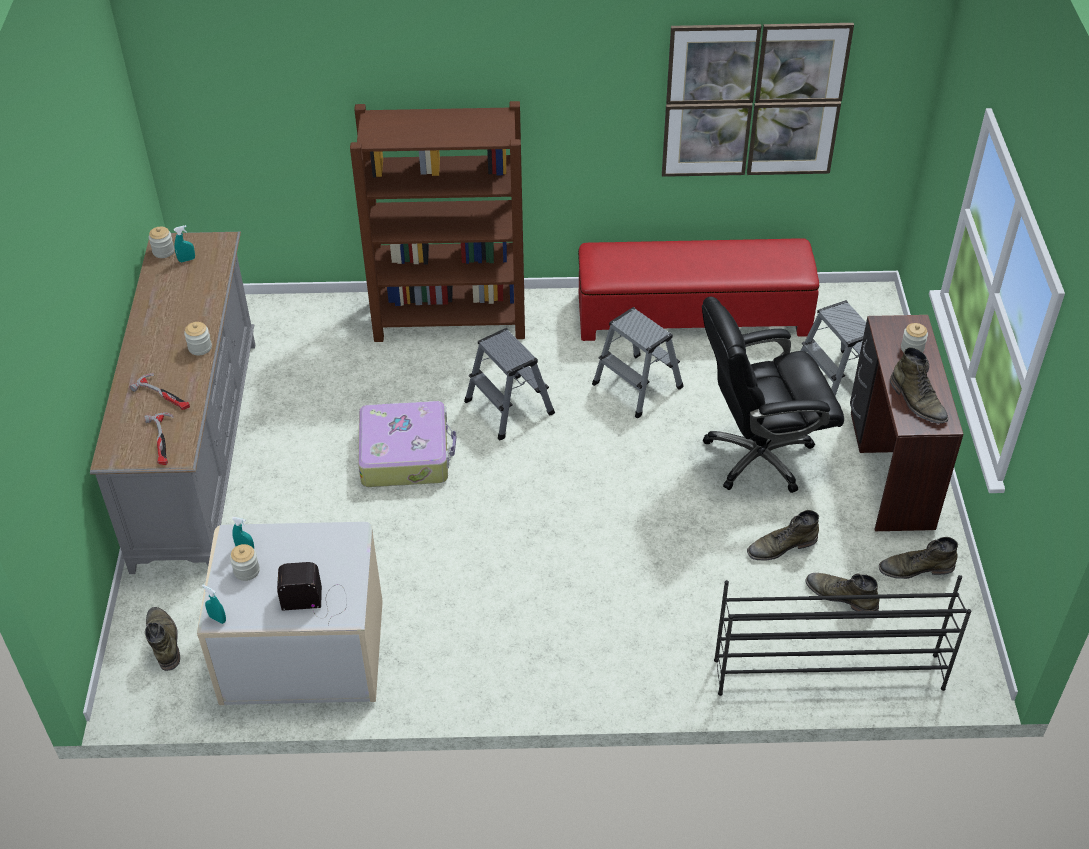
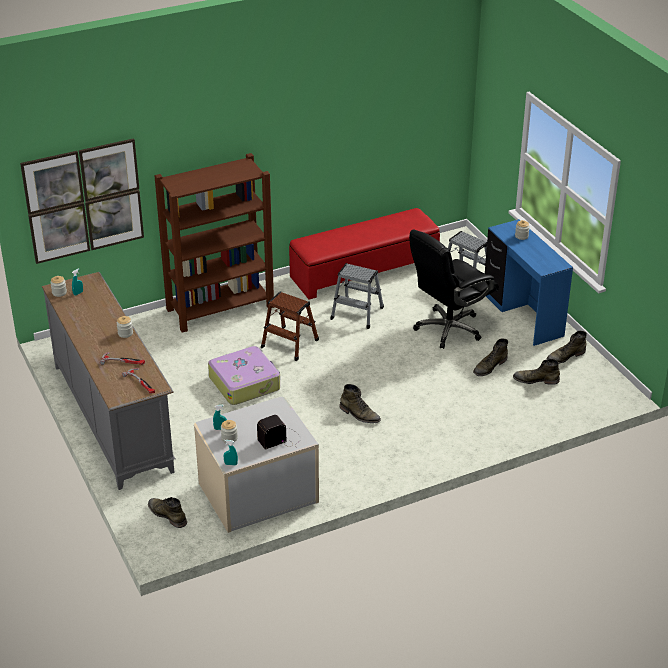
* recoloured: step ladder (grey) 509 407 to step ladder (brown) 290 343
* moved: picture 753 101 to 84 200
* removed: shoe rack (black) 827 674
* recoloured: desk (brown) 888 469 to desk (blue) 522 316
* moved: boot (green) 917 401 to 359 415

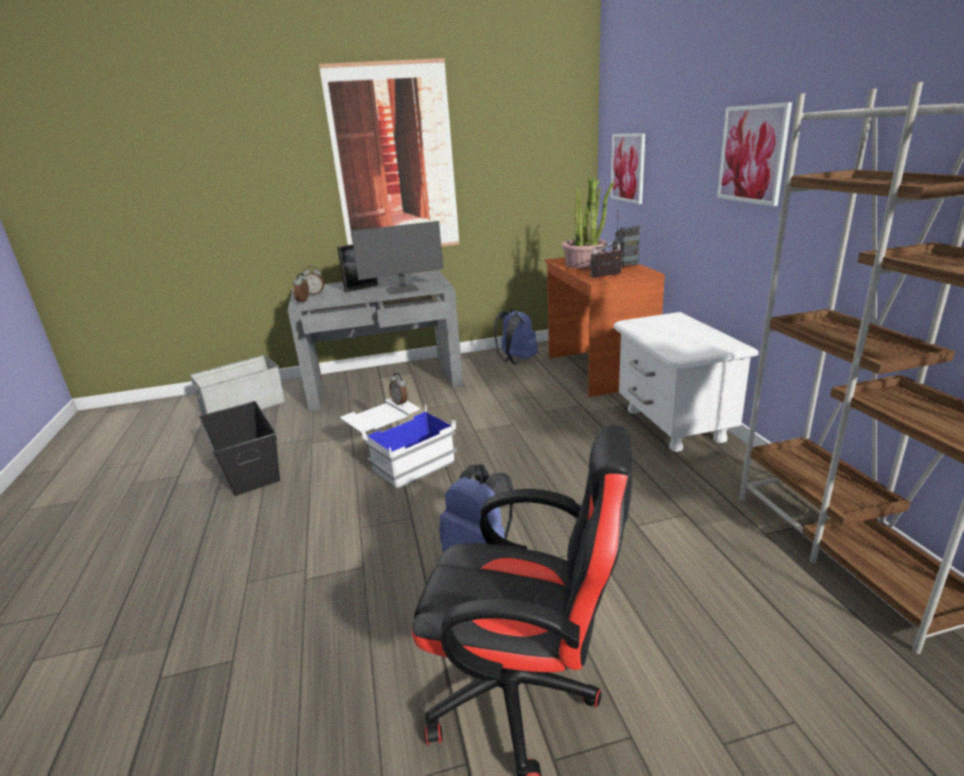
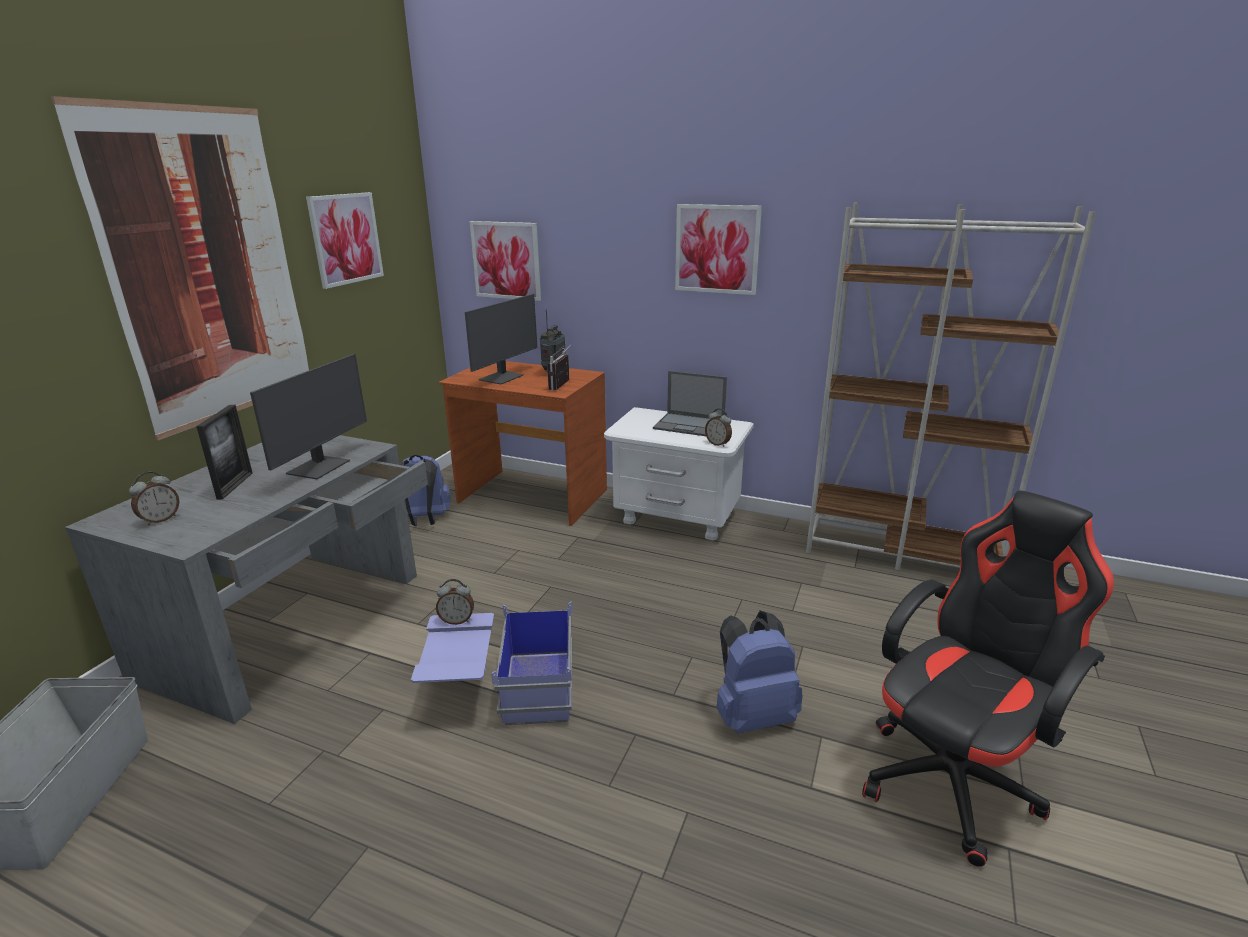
* removed: storage box (black) 248 467
* moved: alarm clock 304 301 to 718 444
* recoloured: storage box (white) 400 457 to storage box (blue) 501 690
* replaced: potted plant 584 264 to monitor 502 377
* added: picture 346 239
* added: laptop 690 425

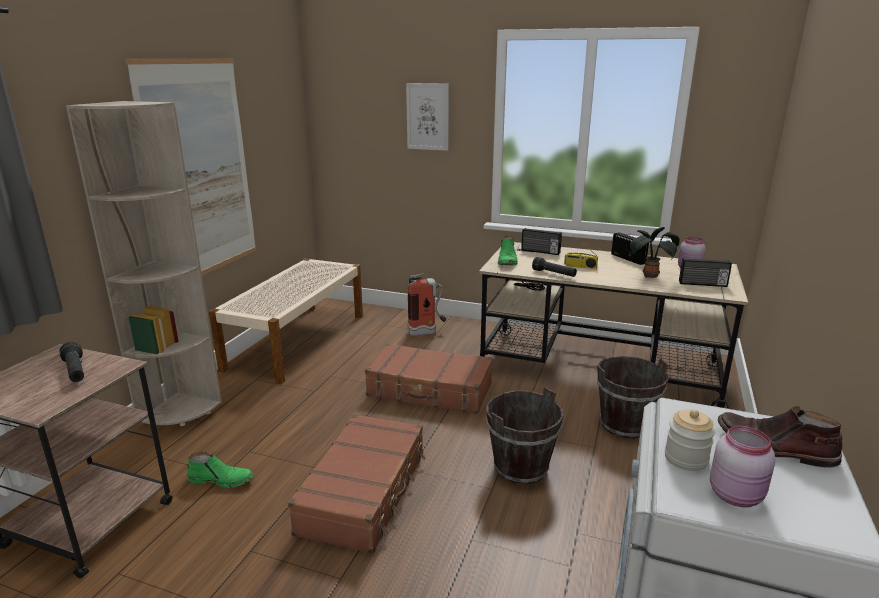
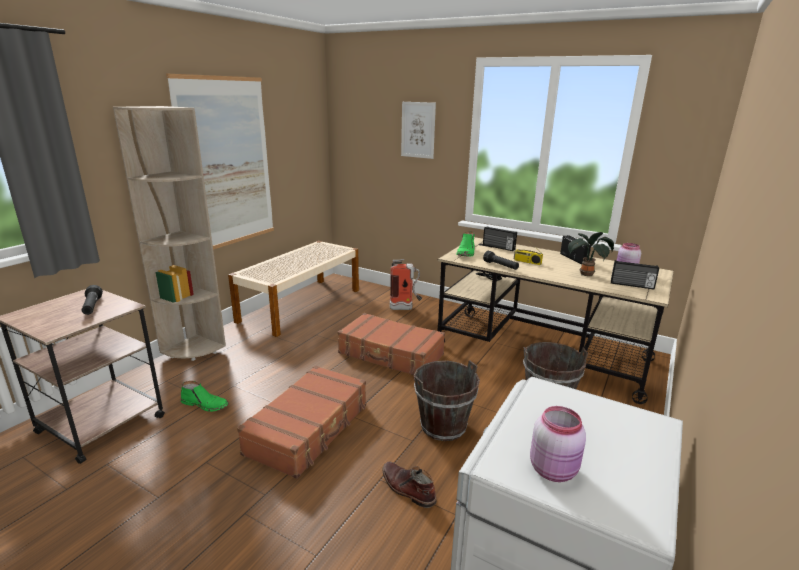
* removed: jar 685 459
* moved: boot (brown) 774 447 to 407 488

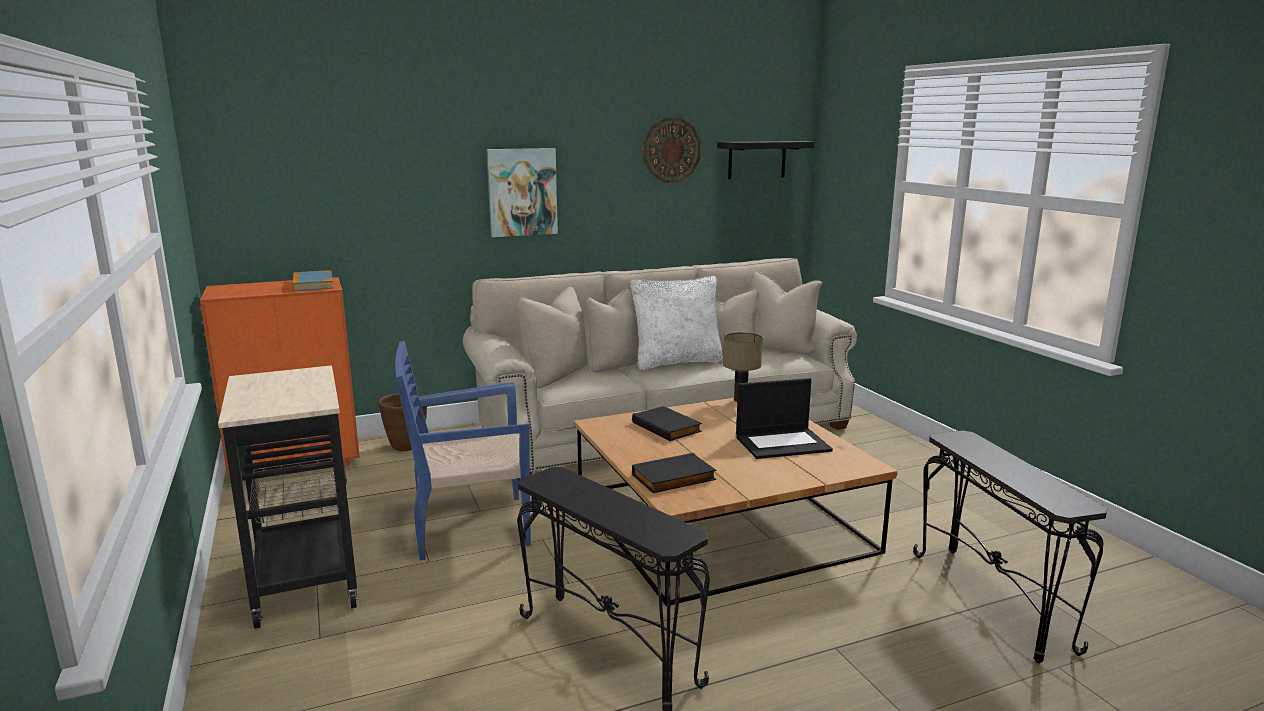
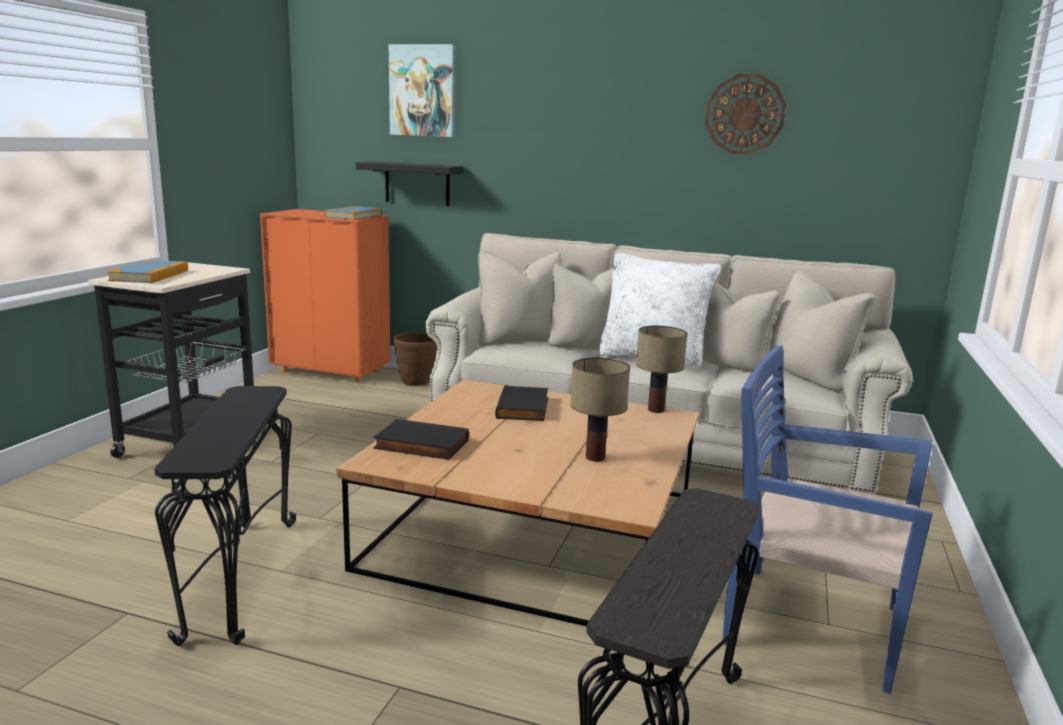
* moved: armchair (blue) 470 526 to 810 623
* moved: picture 522 192 to 423 91
* moved: shelf (black) 757 159 to 417 183
* replaced: laptop 783 443 to table lamp 596 457
* added: book 150 275

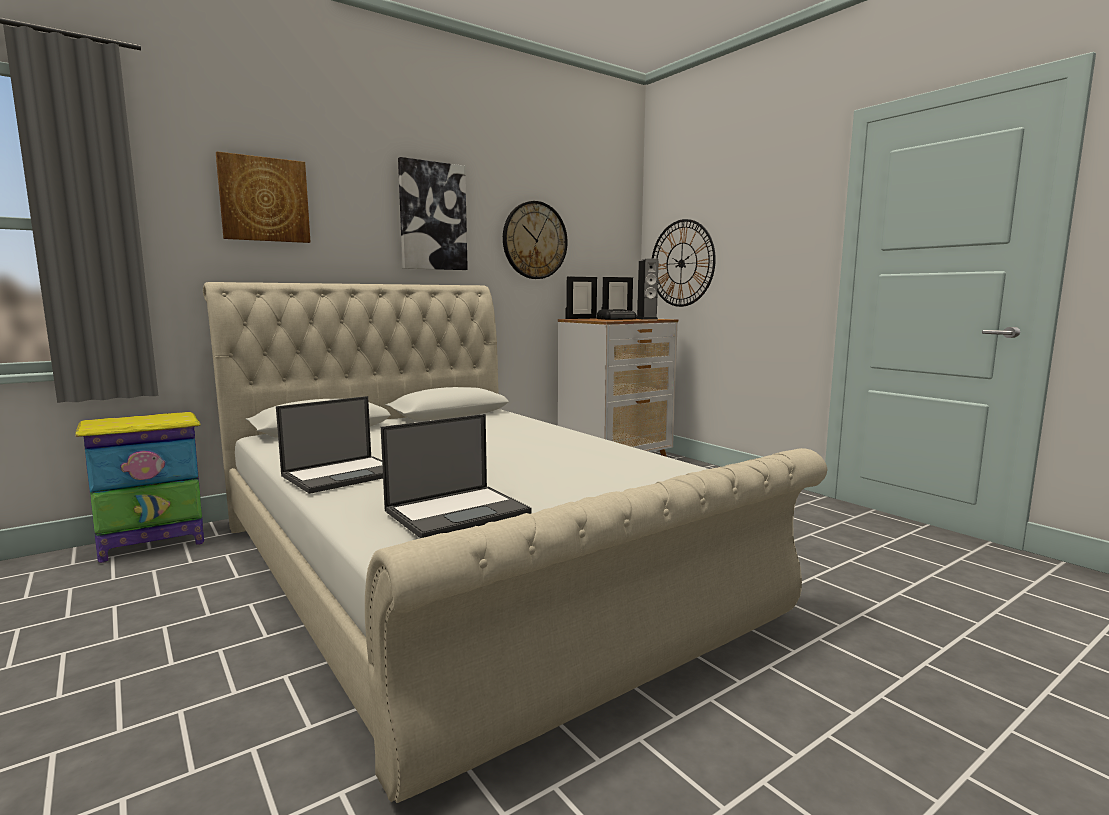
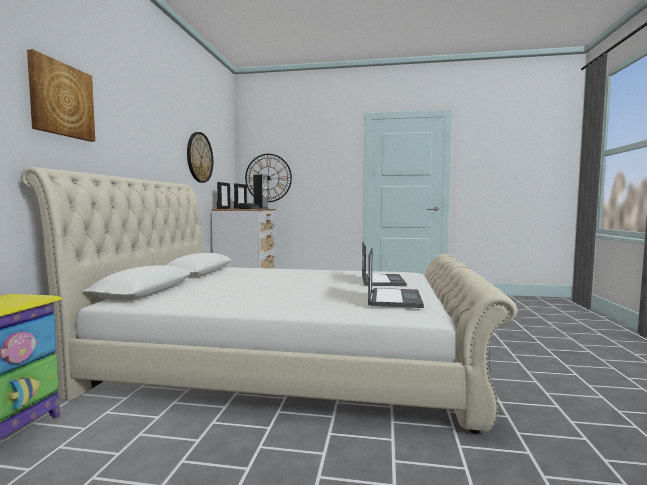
* moved: laptop 343 474 to 382 280
* removed: picture 432 216

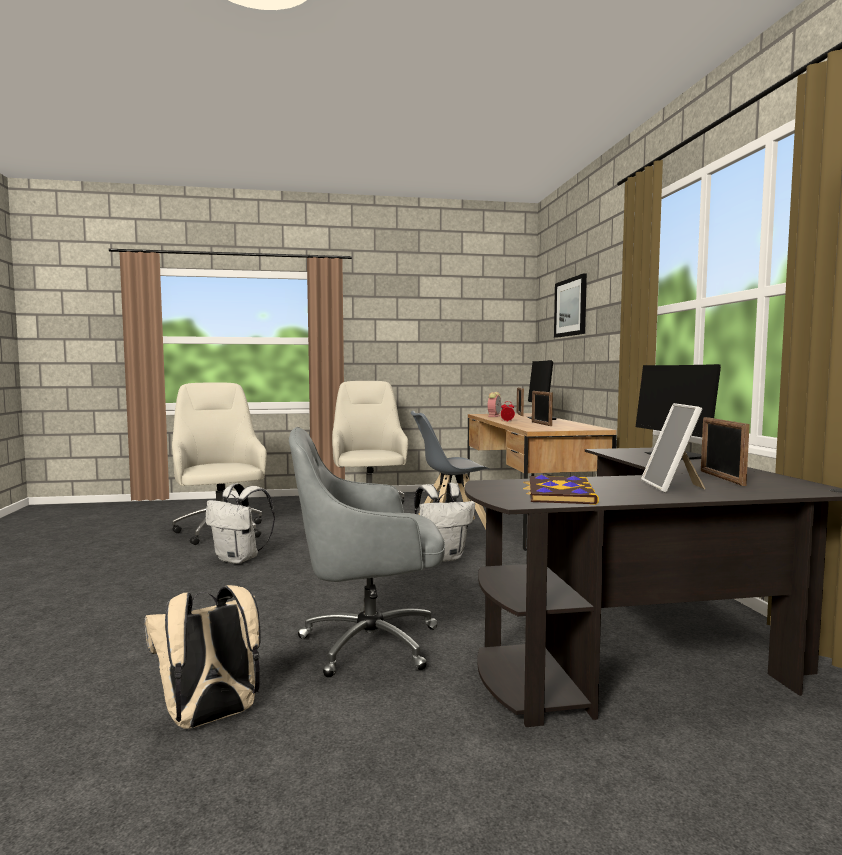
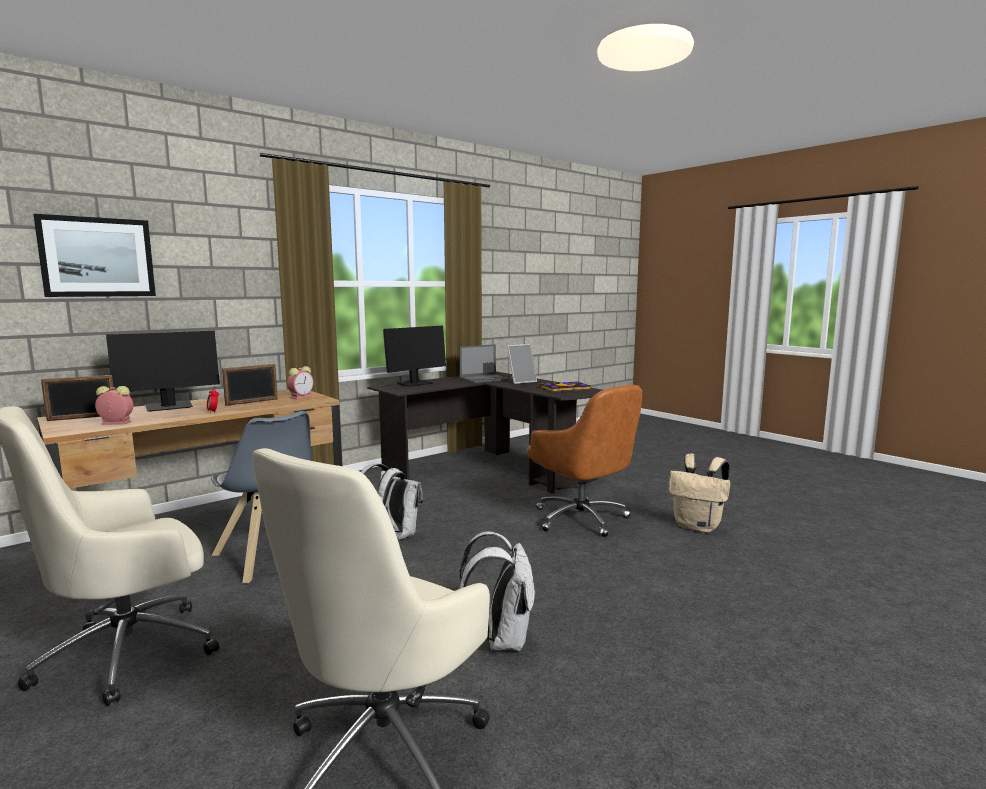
* recoloured: office chair (grey) 369 642 to office chair (brown) 580 518
* replaced: picture frame 721 478 to laptop 485 379
* added: alarm clock 301 397

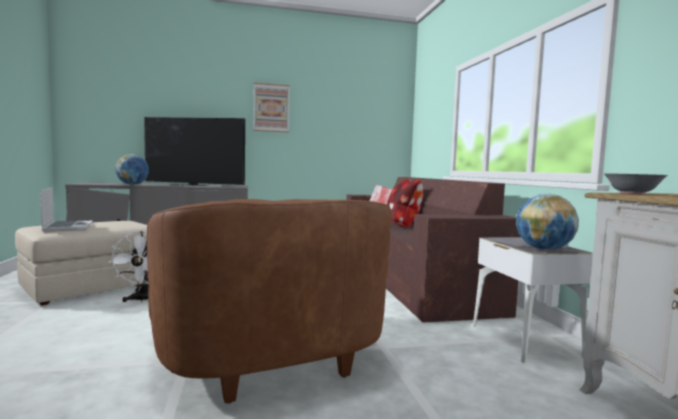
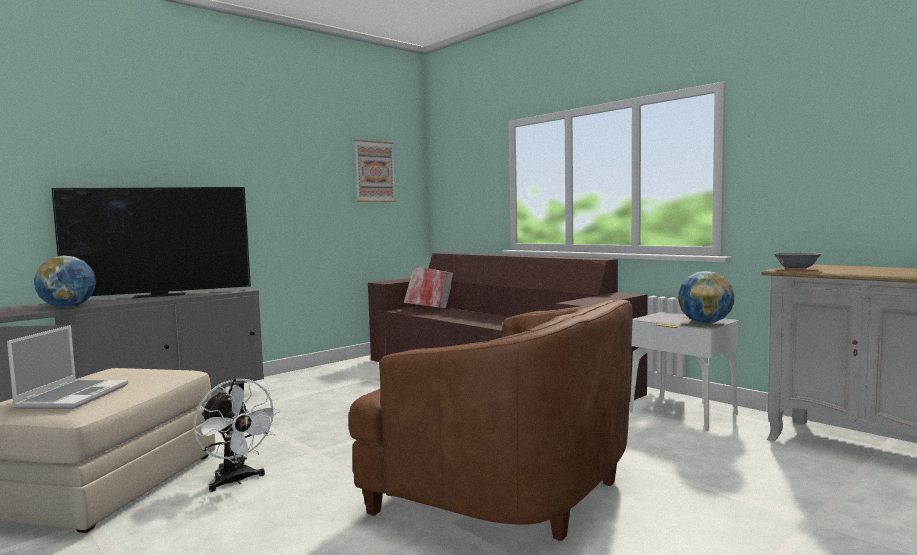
* turned: laptop 67 227 = 73 396 60 degrees clockwise
* moved: picture 271 108 to 374 171
* removed: pillow 403 224

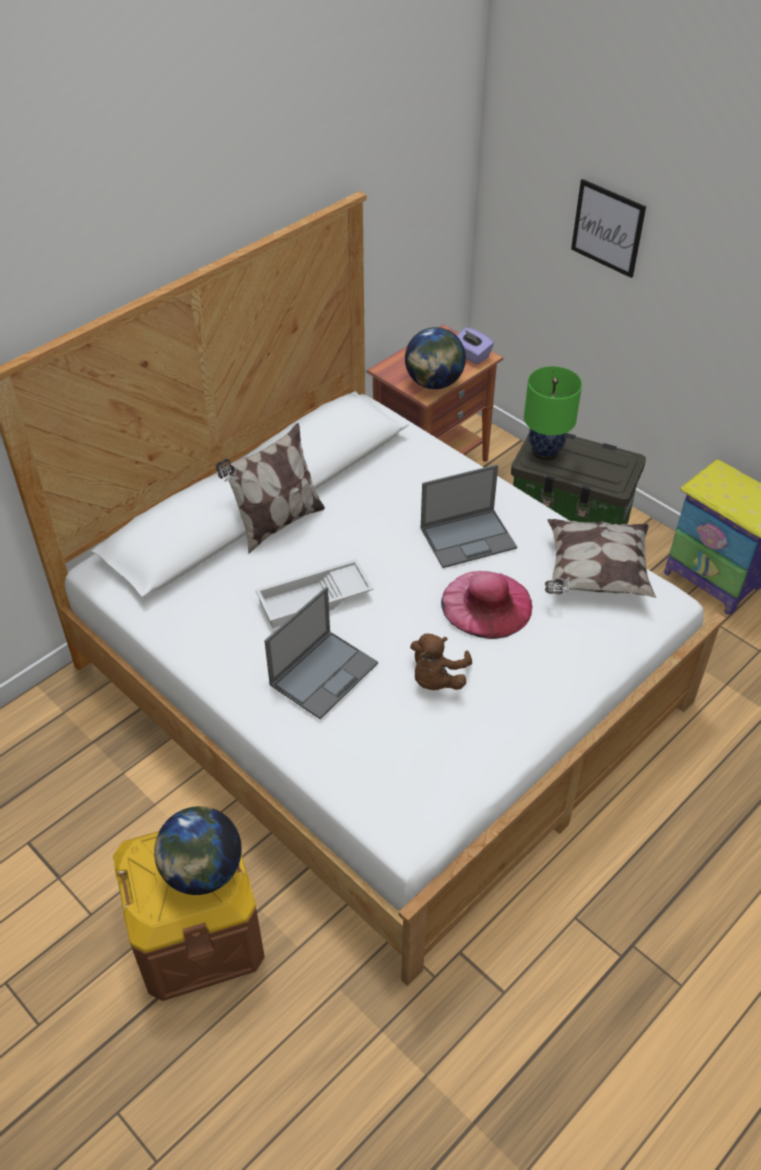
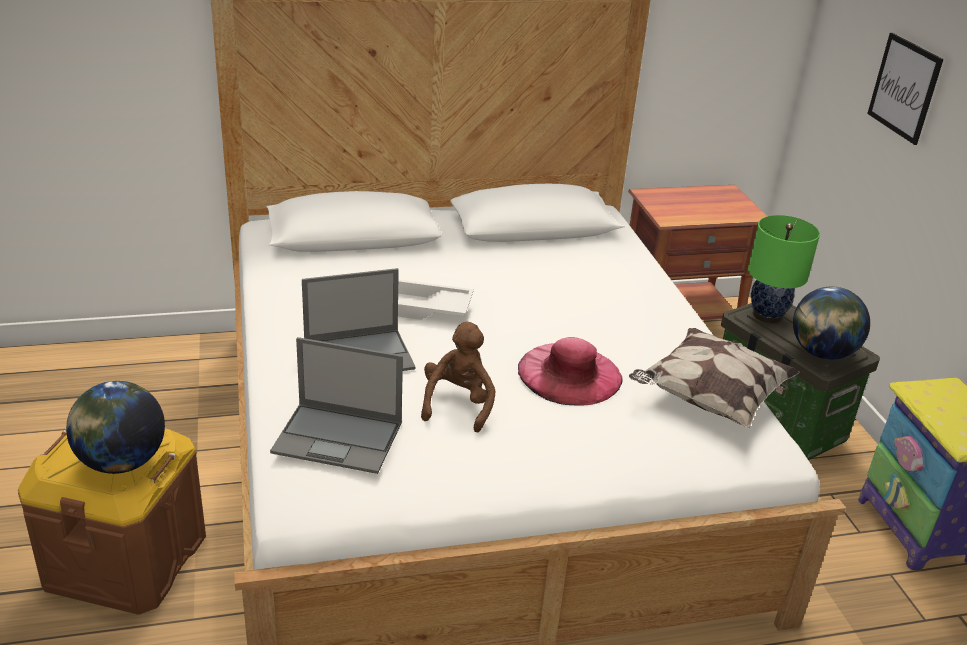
* removed: pillow 276 523
* moved: globe 434 383 to 822 353
* turned: plush toy (brown) 436 679 = 458 404 135 degrees clockwise
* moved: laptop 469 537 to 339 438
* removed: tissue box (purple) 471 355

